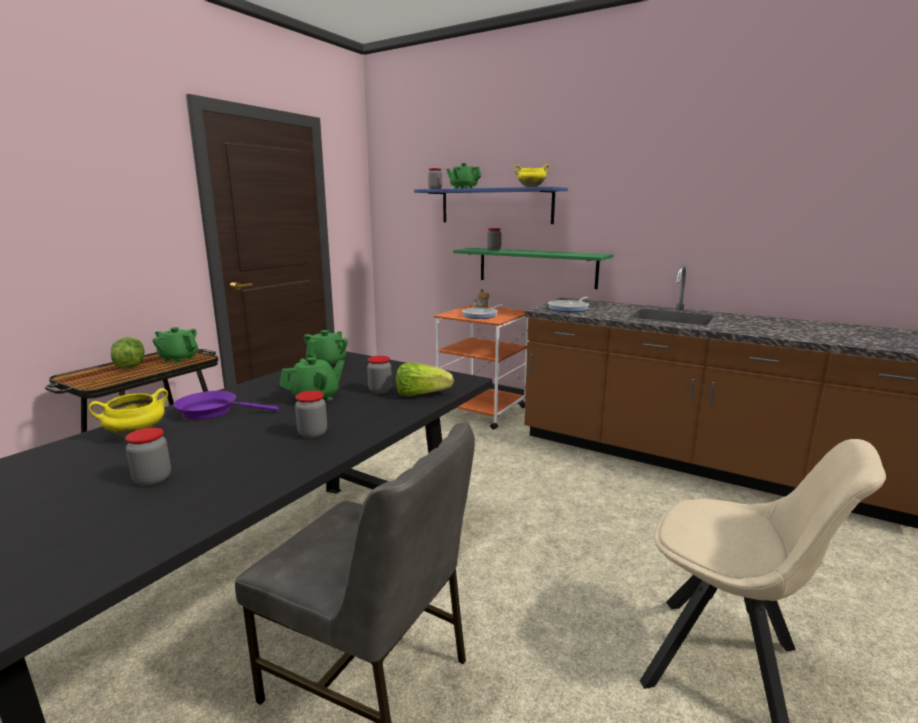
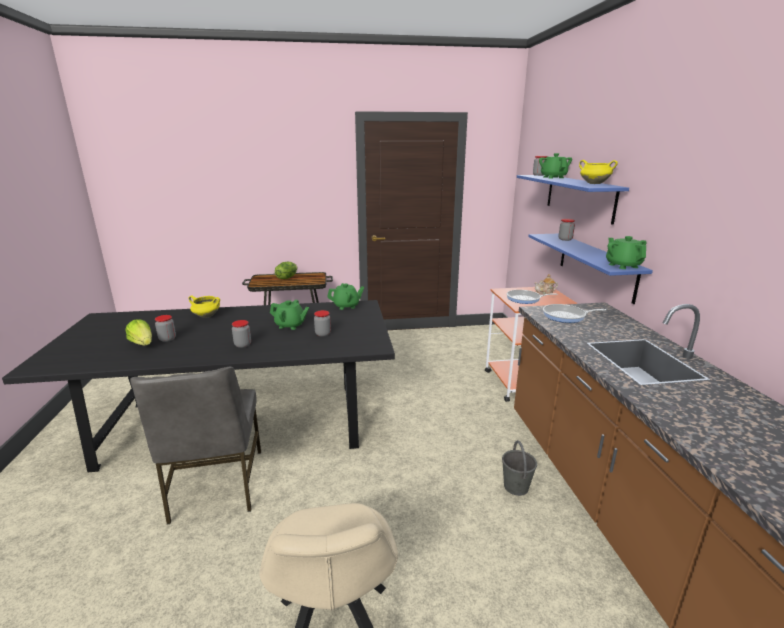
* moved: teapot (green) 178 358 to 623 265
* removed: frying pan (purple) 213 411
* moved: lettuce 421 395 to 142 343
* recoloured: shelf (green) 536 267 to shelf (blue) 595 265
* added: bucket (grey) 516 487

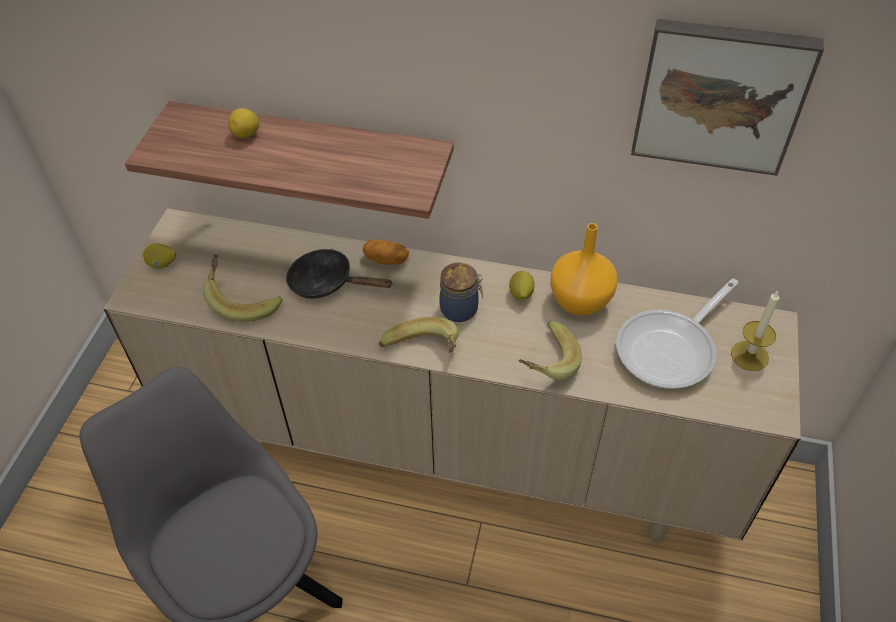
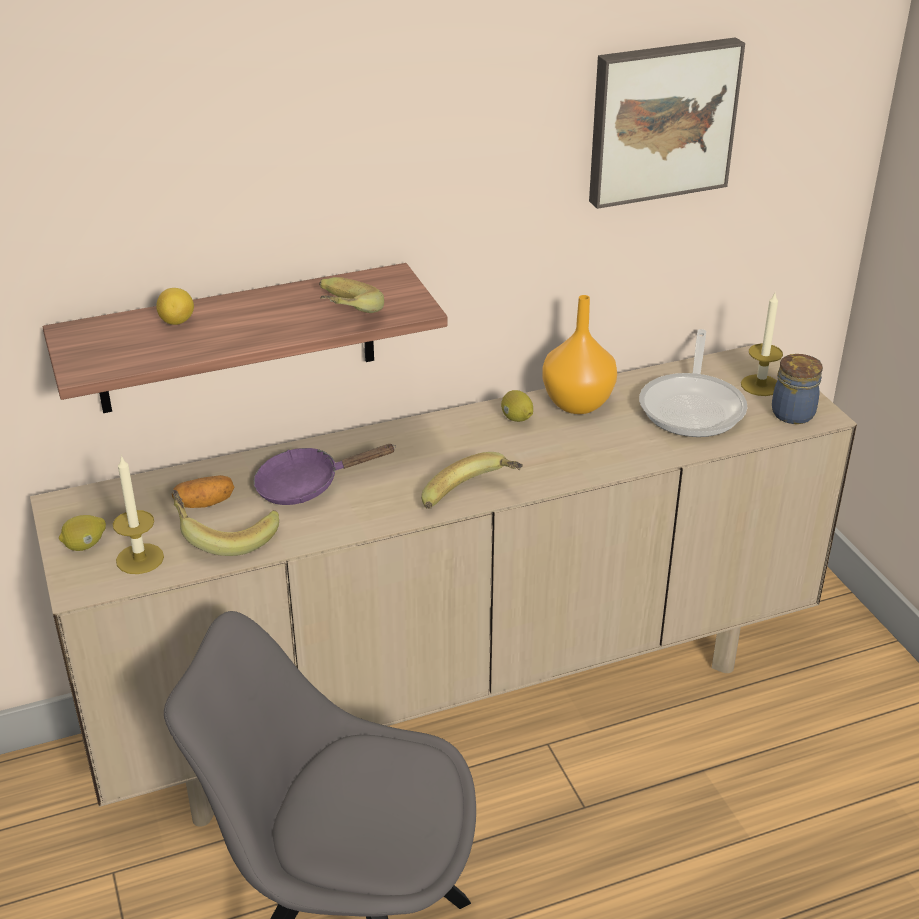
* recoloured: frying pan (black) 327 283 to frying pan (purple) 306 486
* moved: potato 386 259 to 205 503
* moved: jar 461 309 to 794 413
* moved: banana 544 362 to 339 317
* added: candle 140 559

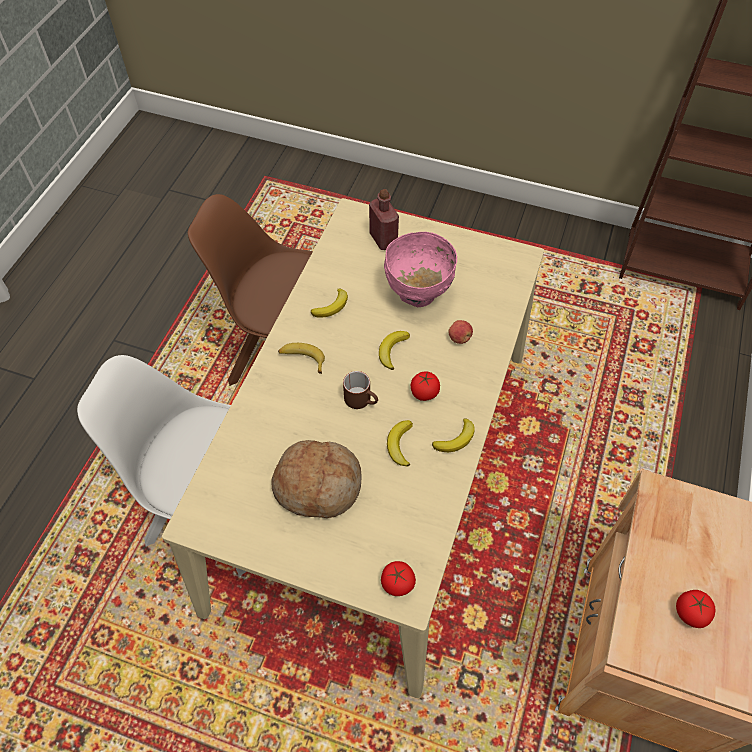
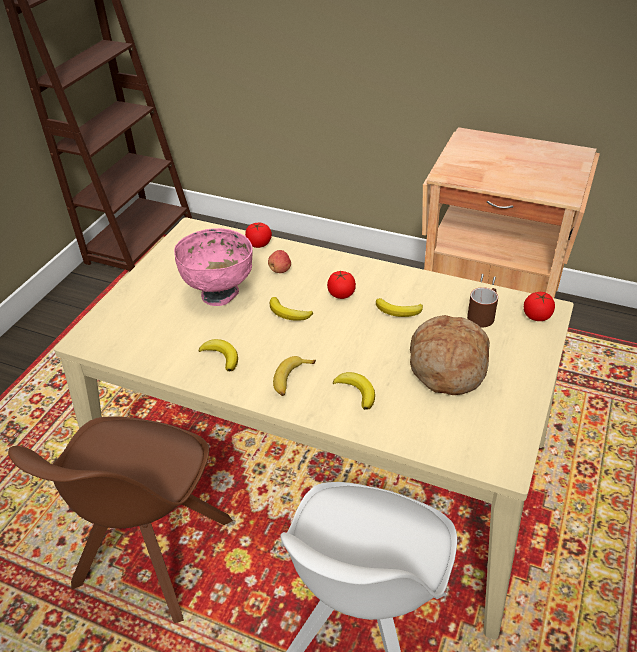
* moved: mug (brown) 362 400 to 482 315
* removed: bottle (red) 383 239
* moved: banana 455 439 to 357 391
* moved: tomato 690 613 to 259 244

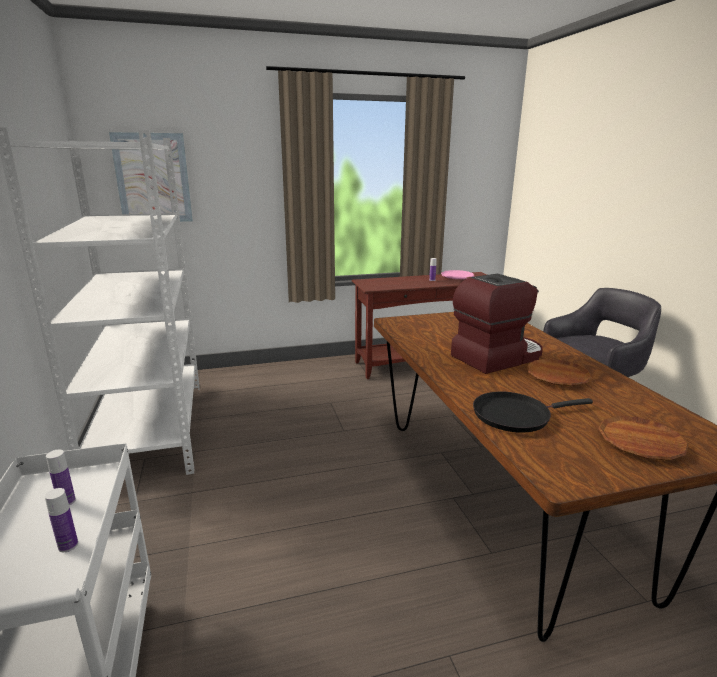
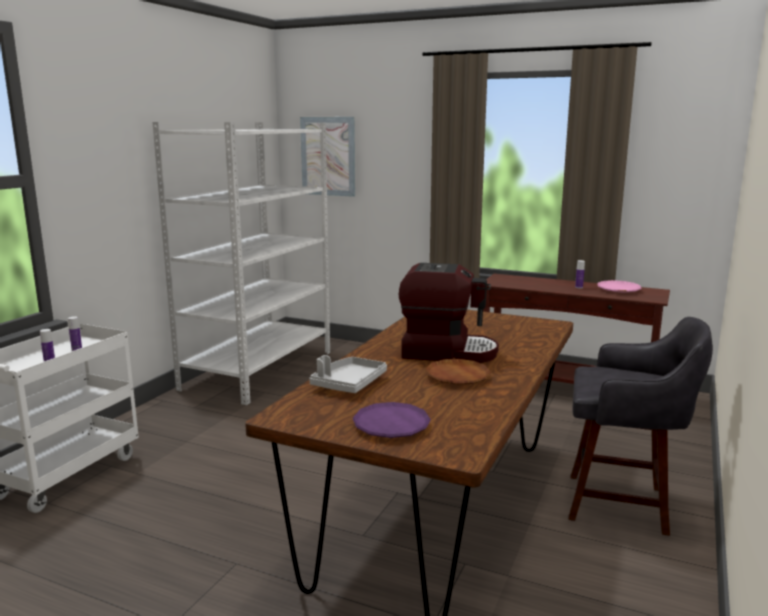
* replaced: frying pan (black) 515 415 to tray (grey) 348 384
* recoloured: plate (brown) 640 443 to plate (purple) 391 425

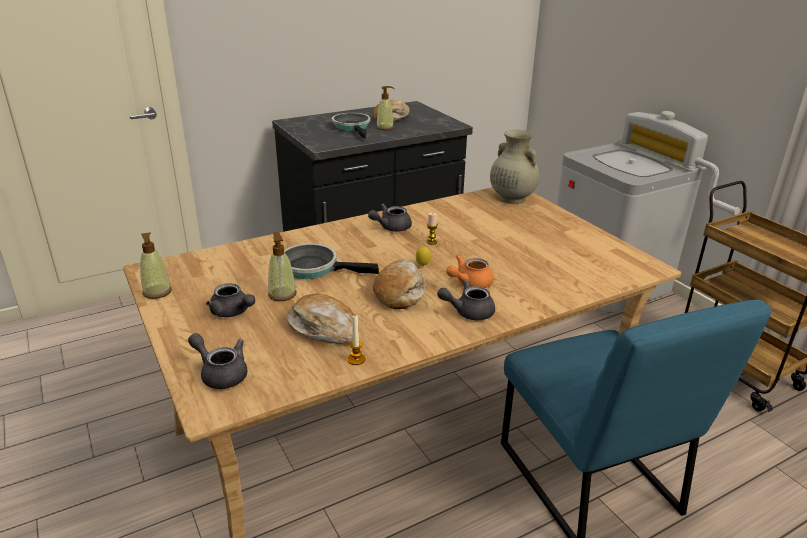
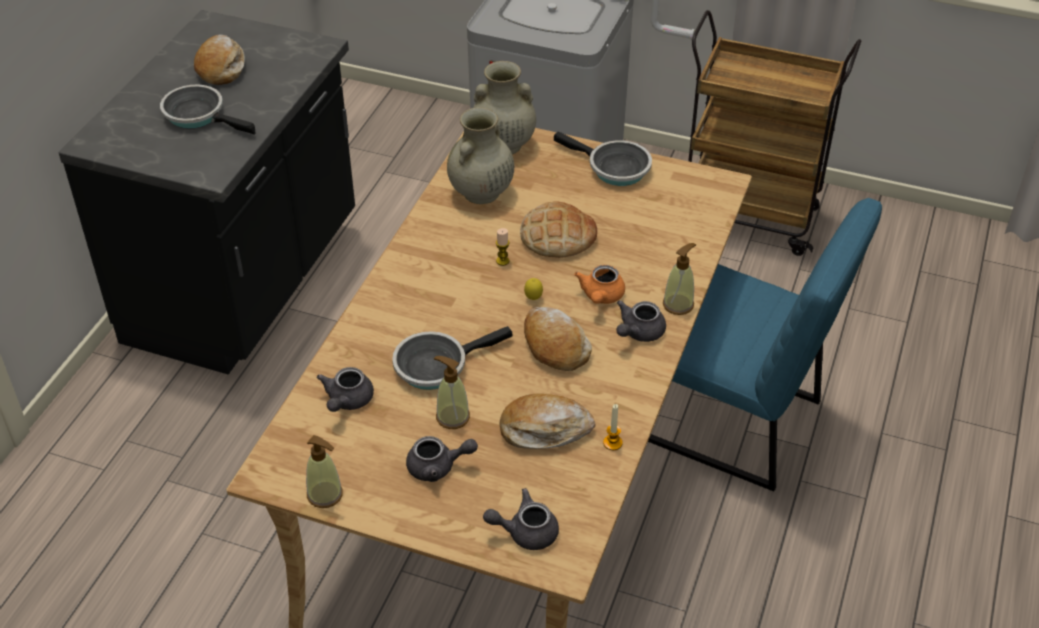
* moved: teapot (grey) 391 228 to 347 401
* moved: soap dispenser 385 128 to 678 304
* added: vase (beige) 481 193
* added: bread 557 236
* added: frying pan 614 168

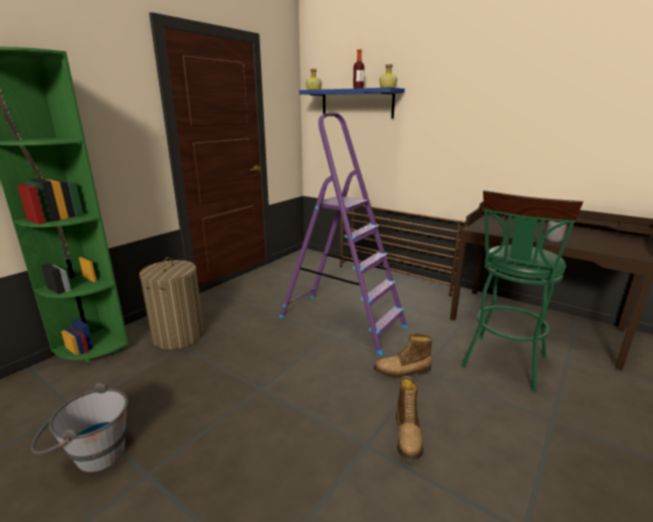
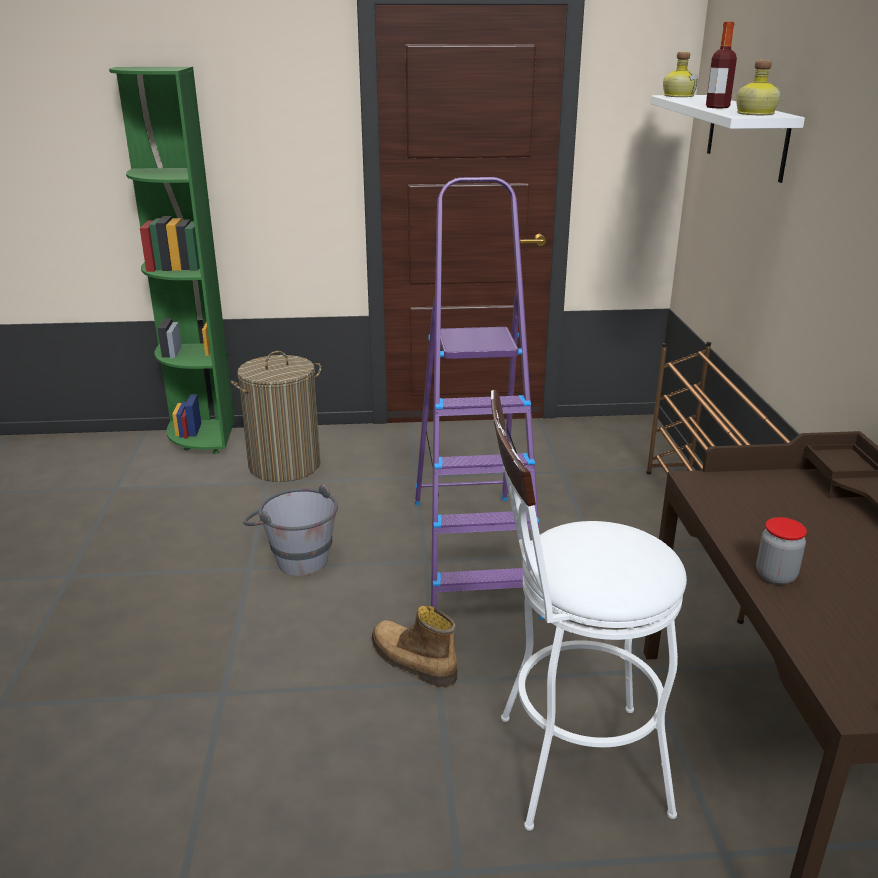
* moved: bucket (grey) 90 455 to 295 557
* recoloured: shelf (blue) 357 103 to shelf (white) 746 136
* removed: boot 408 435
* recoloured: stool (green) 503 365 to stool (white) 566 765

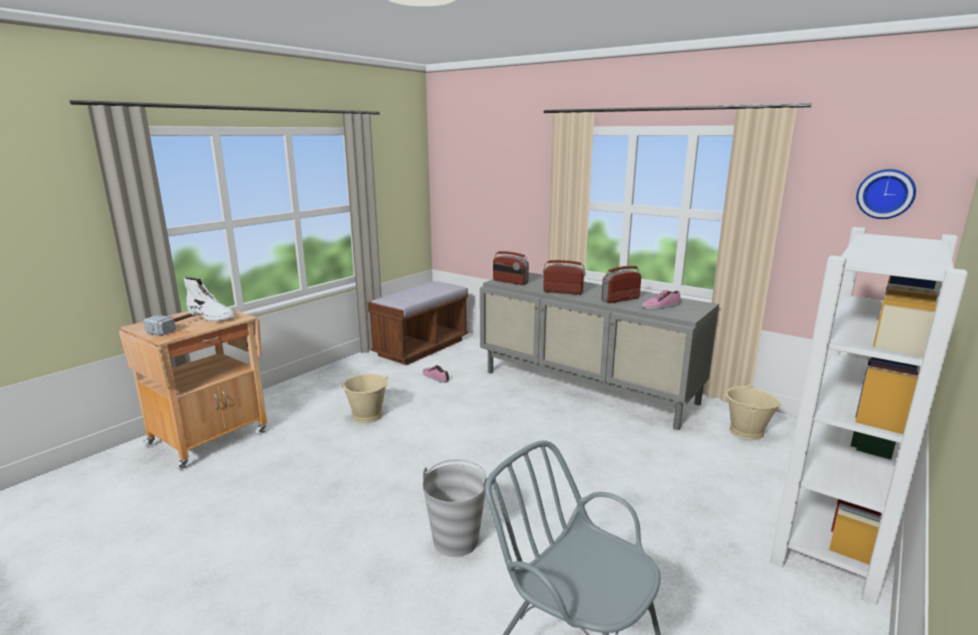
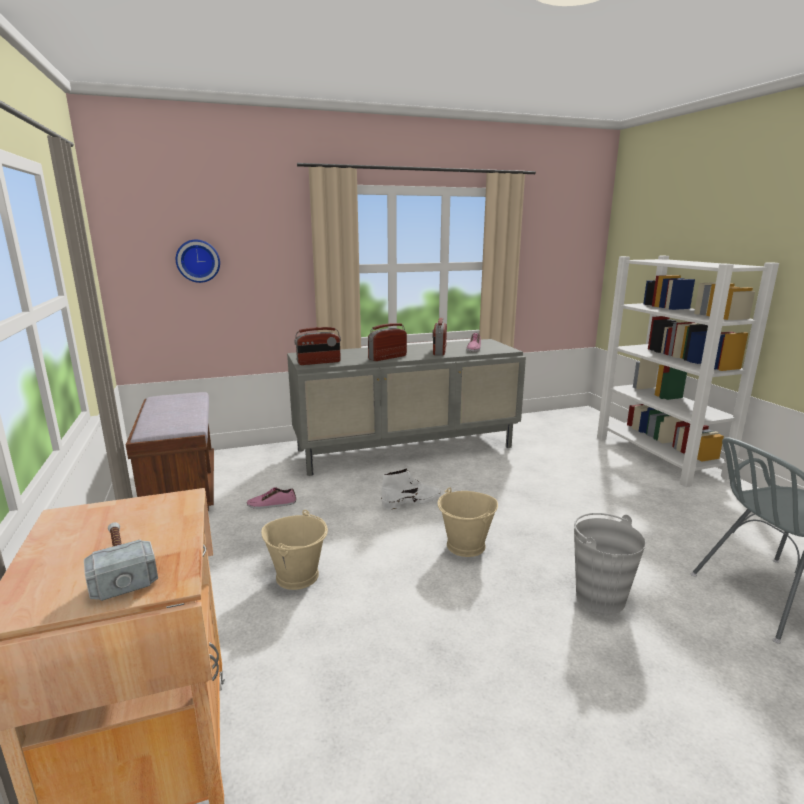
* moved: boot (white) 211 316 to 412 501
* moved: bucket (beige) 746 432 to 466 546
* moved: wall clock 885 193 to 198 261

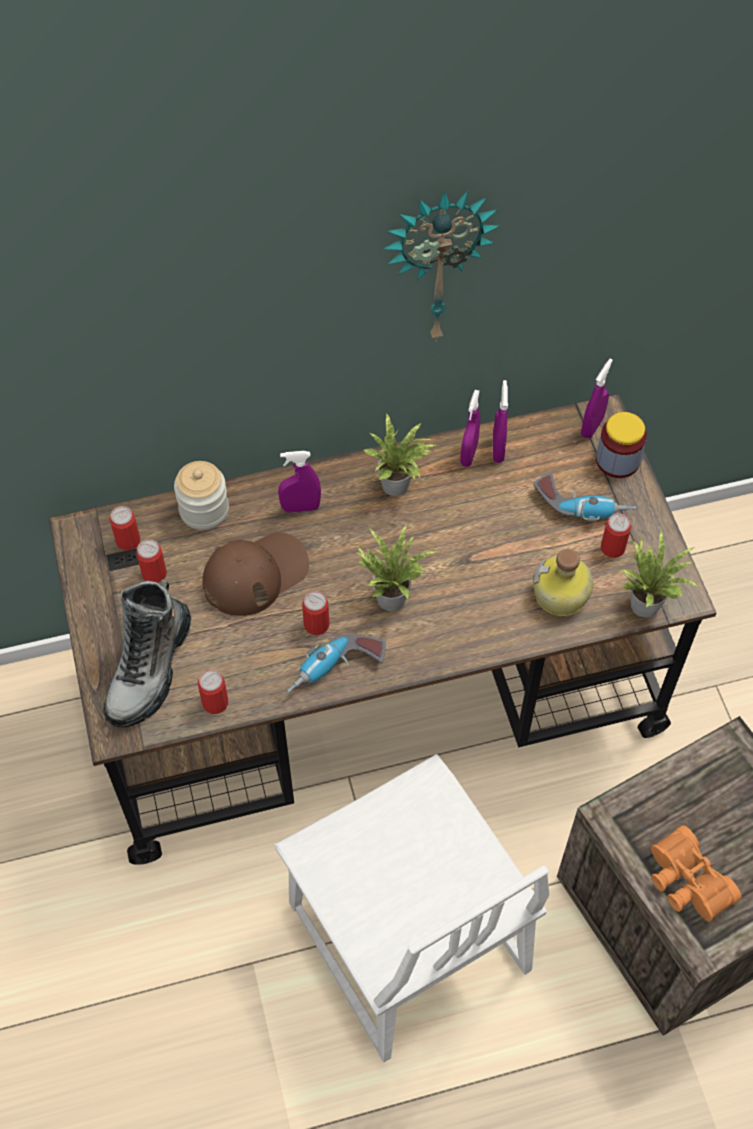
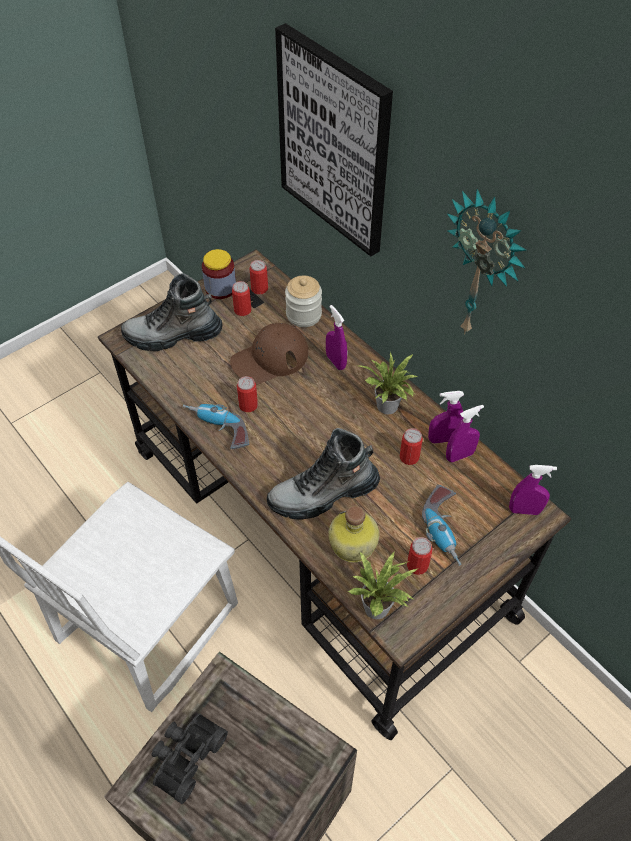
* moved: can 215 702 to 409 457
* turned: cap (brown) 255 574 = 270 359 120 degrees clockwise
* removed: potted plant 390 595
* moved: jar 617 460 to 220 288
* recoloured: binoculars (orange) 685 882 to binoculars (black) 185 756
* added: boot 323 494
* added: picture 335 142

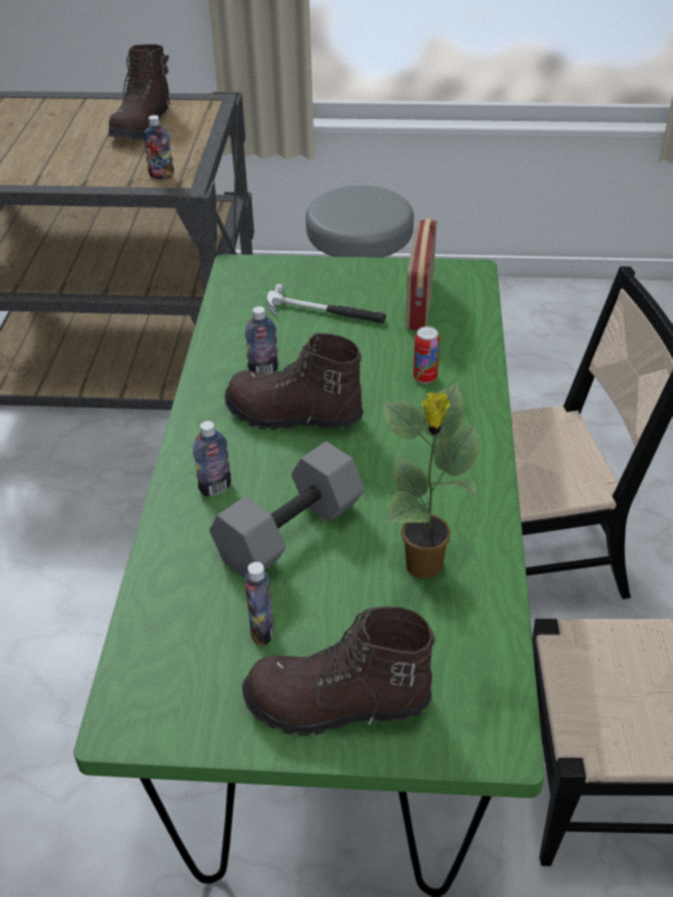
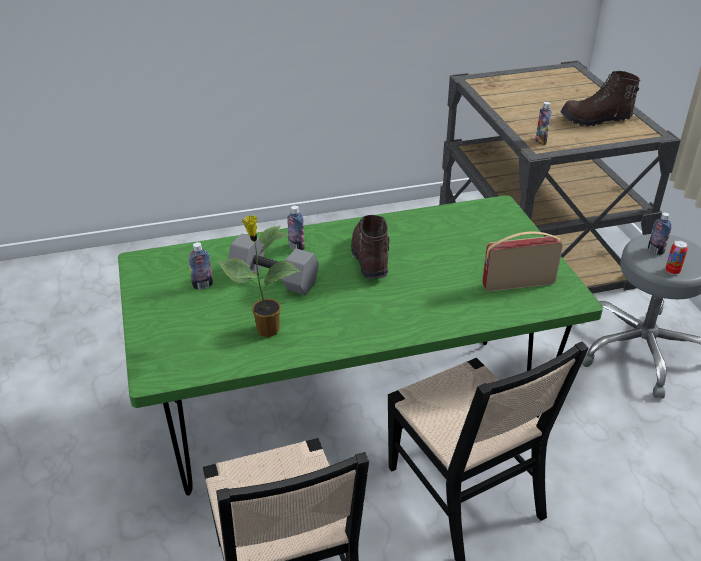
* removed: boot (brown) 337 704
* moved: bottle 263 370 to 655 251
* removed: hammer 325 312
* moved: can 425 377 to 672 271

